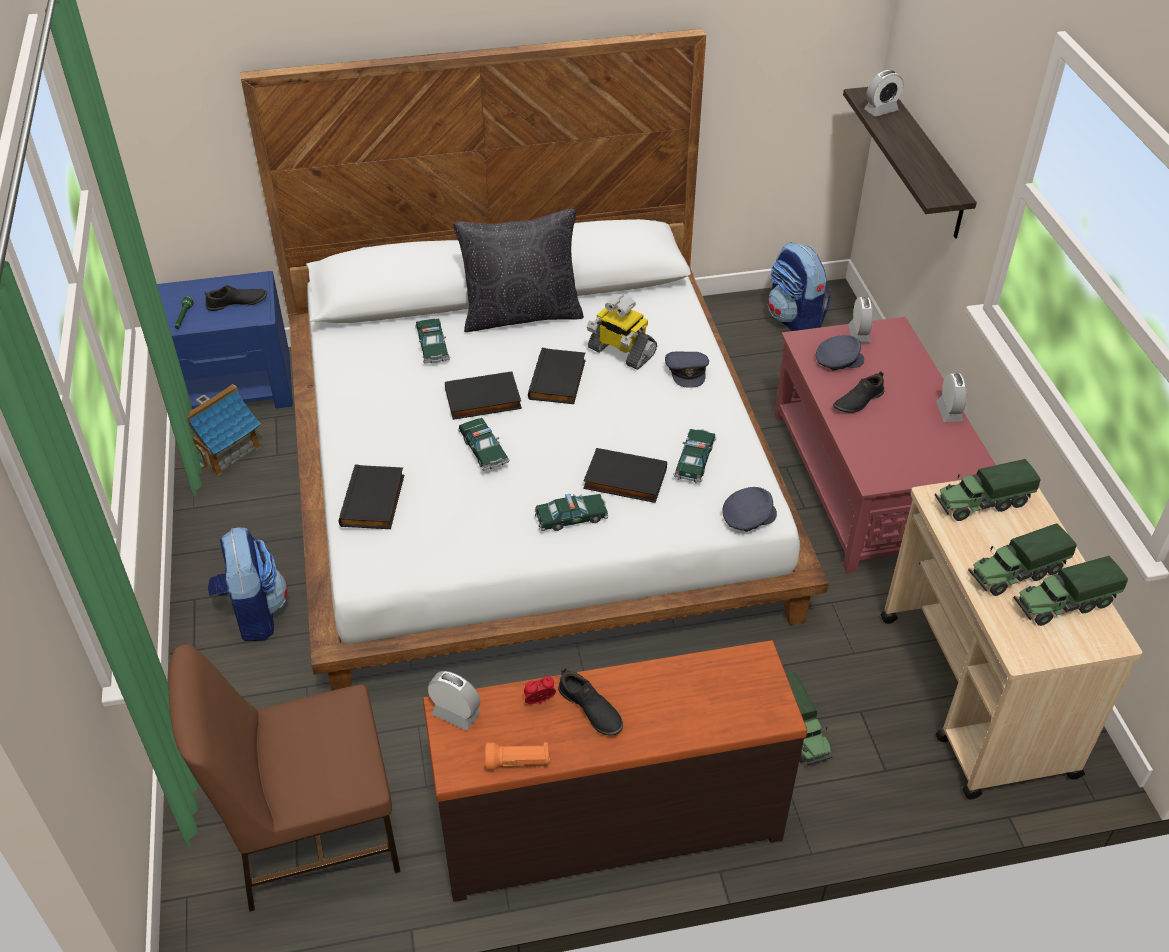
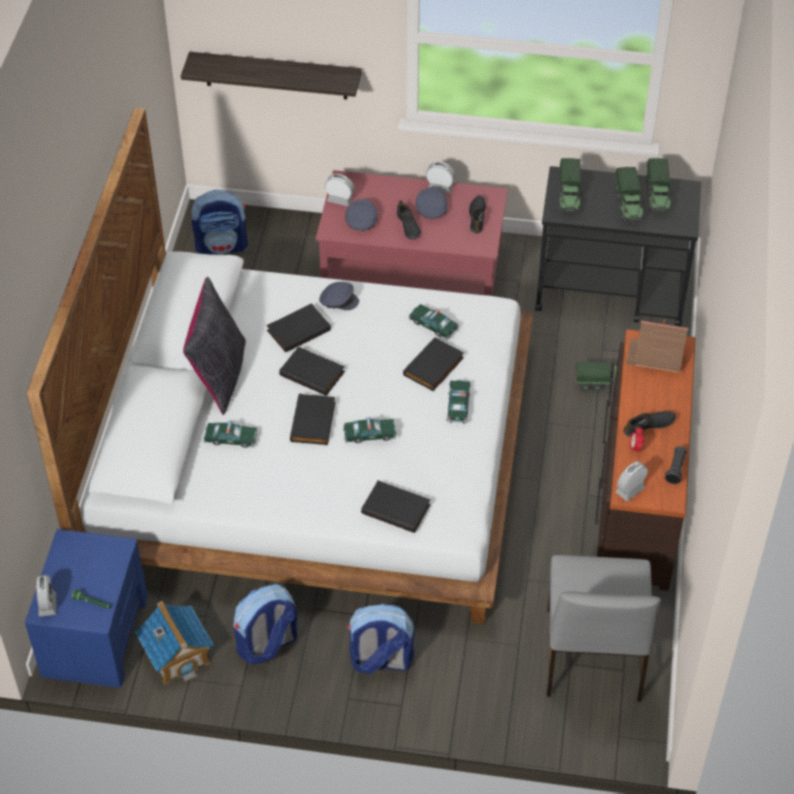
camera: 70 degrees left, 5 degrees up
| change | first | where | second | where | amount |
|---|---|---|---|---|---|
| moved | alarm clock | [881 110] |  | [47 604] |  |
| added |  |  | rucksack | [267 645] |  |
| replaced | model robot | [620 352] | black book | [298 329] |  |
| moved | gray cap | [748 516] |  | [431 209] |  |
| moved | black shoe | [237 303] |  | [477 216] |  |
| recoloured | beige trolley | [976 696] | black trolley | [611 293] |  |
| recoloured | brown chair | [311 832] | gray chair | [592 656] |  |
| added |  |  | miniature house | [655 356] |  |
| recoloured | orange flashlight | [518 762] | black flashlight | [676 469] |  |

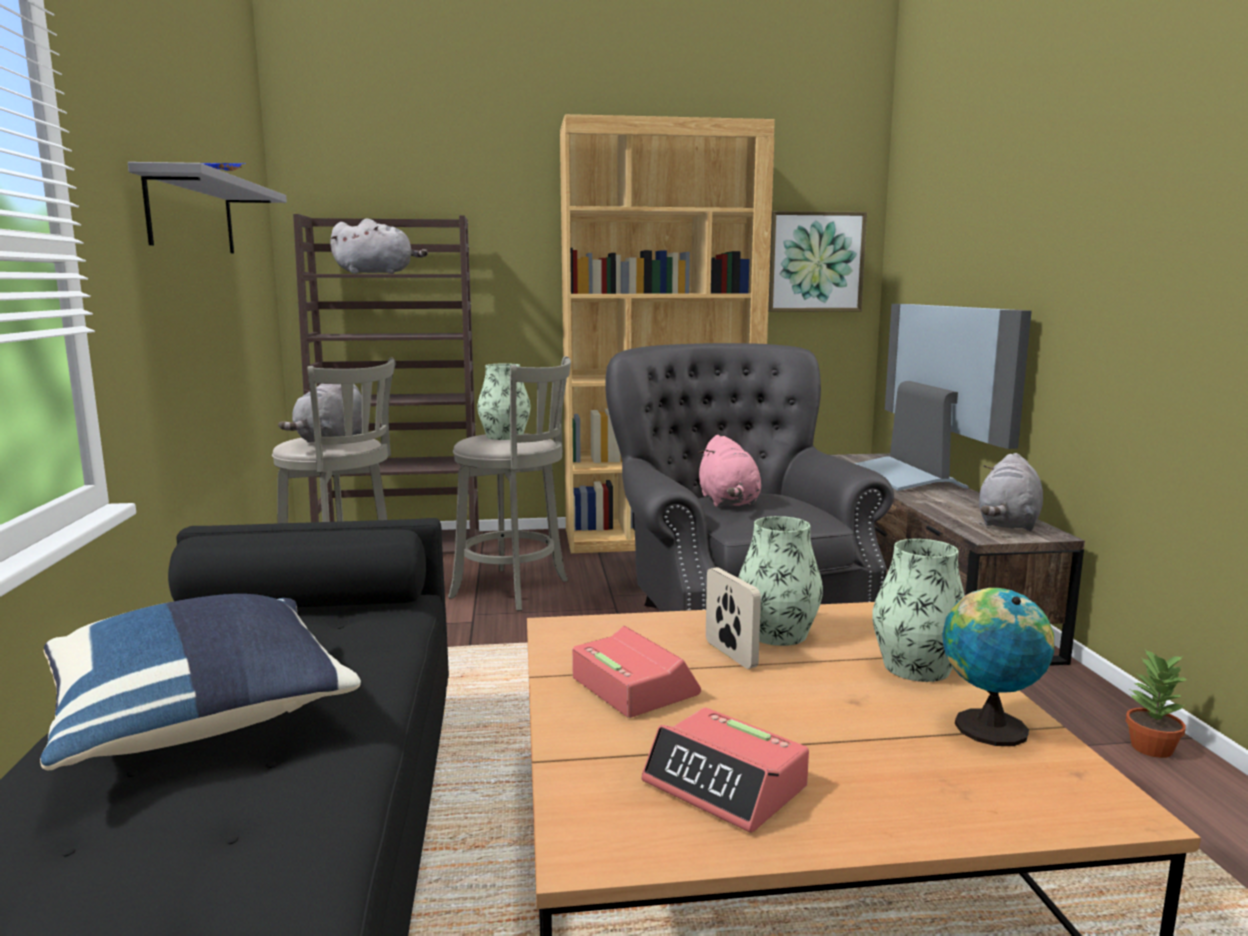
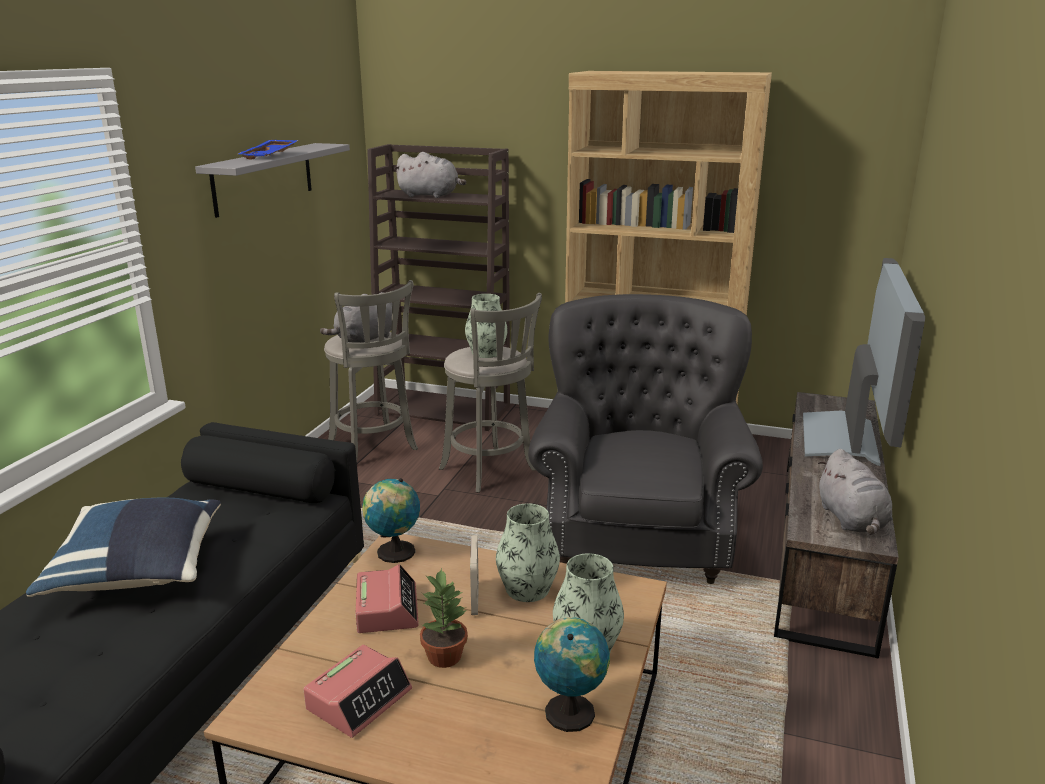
camera: 25 degrees right, 10 degrees up
| change | first | where | second | where | amount |
|---|---|---|---|---|---|
| turned | alarm clock | [726 785] |  | [359 699] | 120 degrees counterclockwise |
| added |  |  | globe | [393 553] |  |
| moved | potted plant | [1150 748] |  | [444 656] |  |
| turned | gray plush toy | [1008 524] |  | [852 520] | 60 degrees counterclockwise |
| removed | pinkish plush toy | [728 502] |  |  |  |
| removed | wall art | [815 262] |  |  |  |

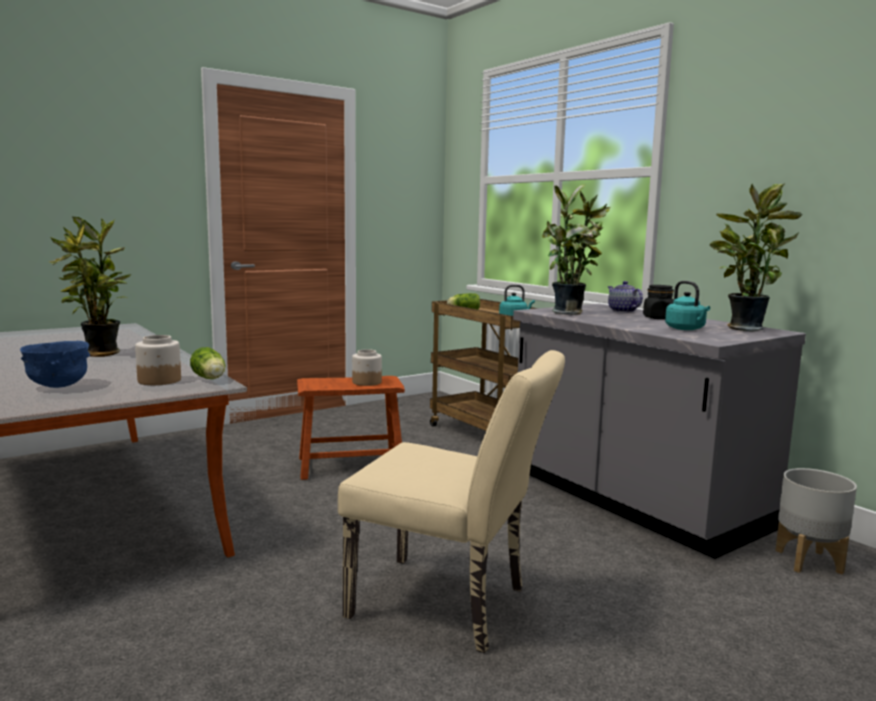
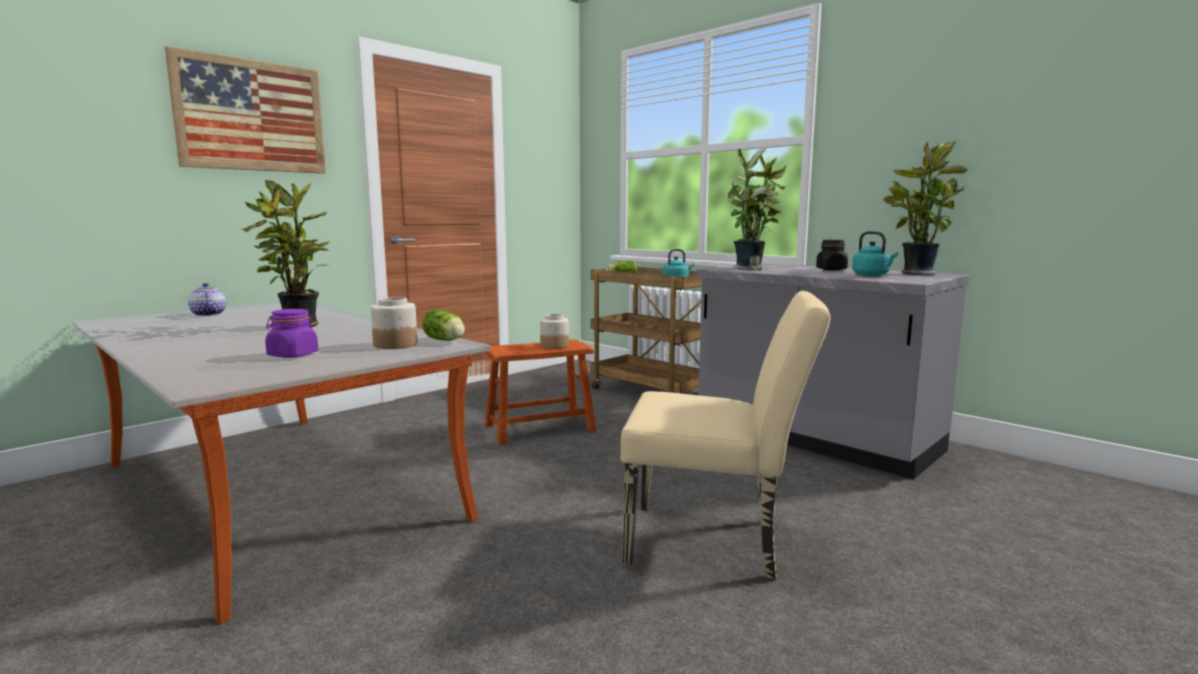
camera: 10 degrees left, 0 degrees up
| change | first | where | second | where | amount |
|---|---|---|---|---|---|
| added |  |  | wall art | [251 116] |  |
| moved | tea pot | [622 311] |  | [207 314] |  |
| replaced | bluish serving bowl | [58 386] | purple-coloured preserve jar | [293 355] |  |
| removed | gray plant pot | [808 561] |  |  |  |

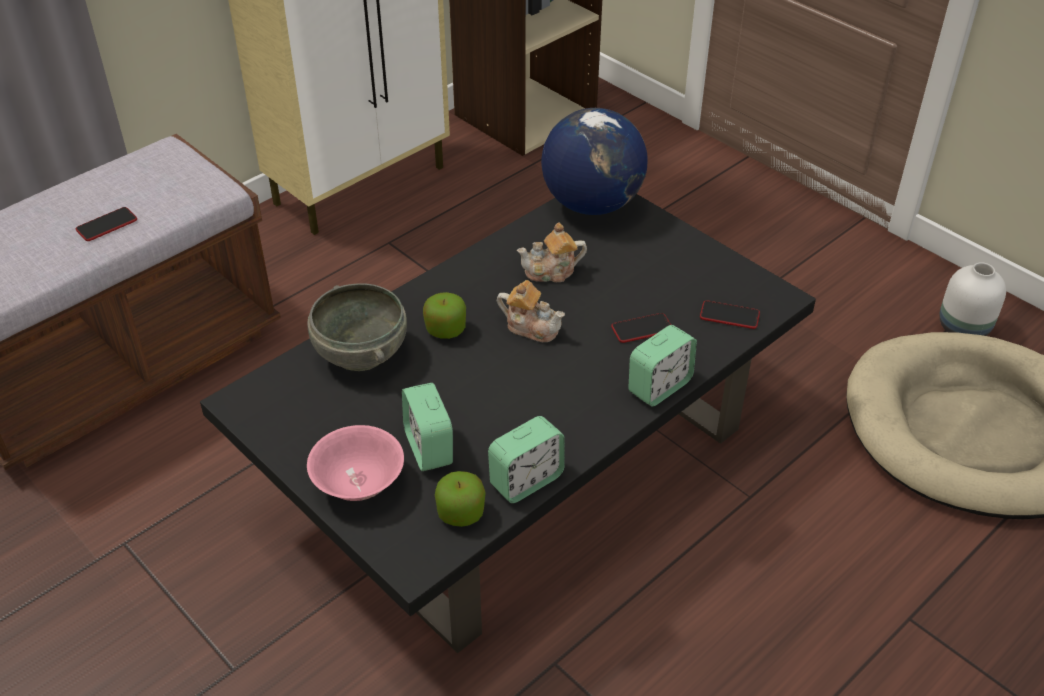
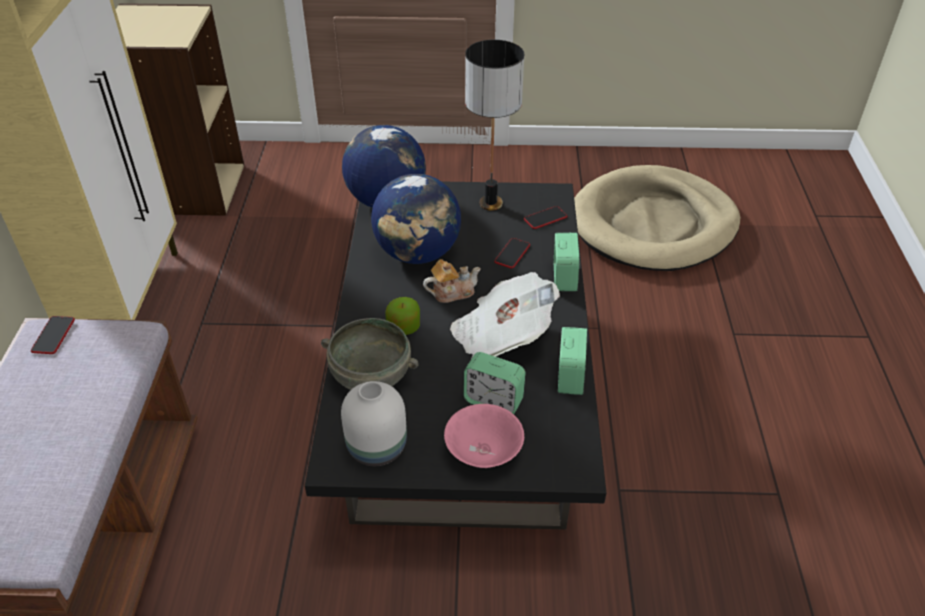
camera: 45 degrees left, 0 degrees up
| change | first | where | second | where | amount |
|---|---|---|---|---|---|
| moved | handset | [107 225] |  | [53 335] |  |
| moved | white-coloured flower vase | [963 328] |  | [377 449] |  |
| replaced | tea pot | [551 271] | globe | [418 253] |  |
| added |  |  | daily paper | [501 336] |  |
| added |  |  | table lamp | [490 203] |  |
| removed | whole apple | [461 513] |  |  |  |

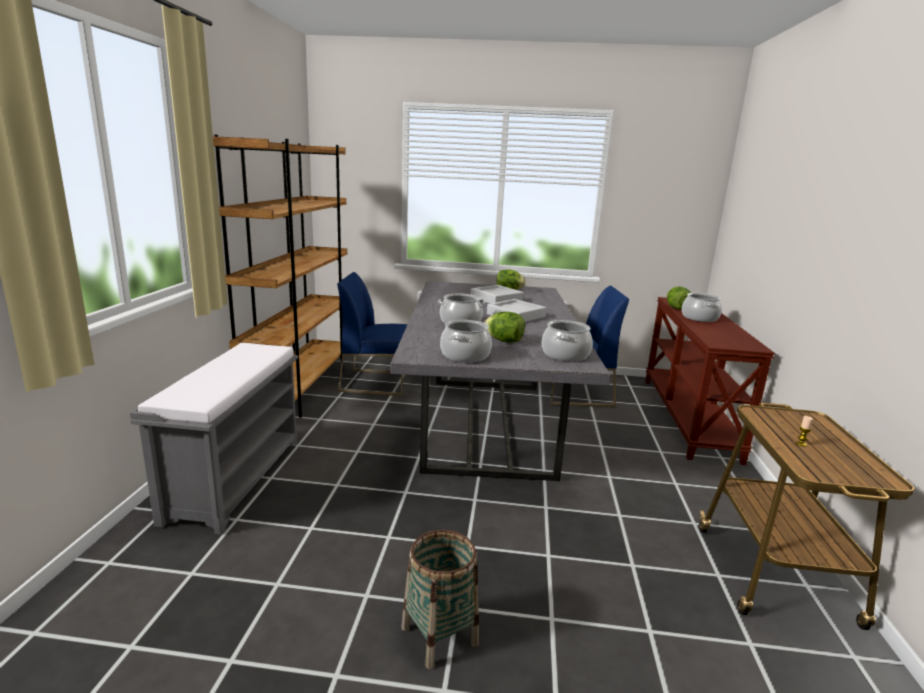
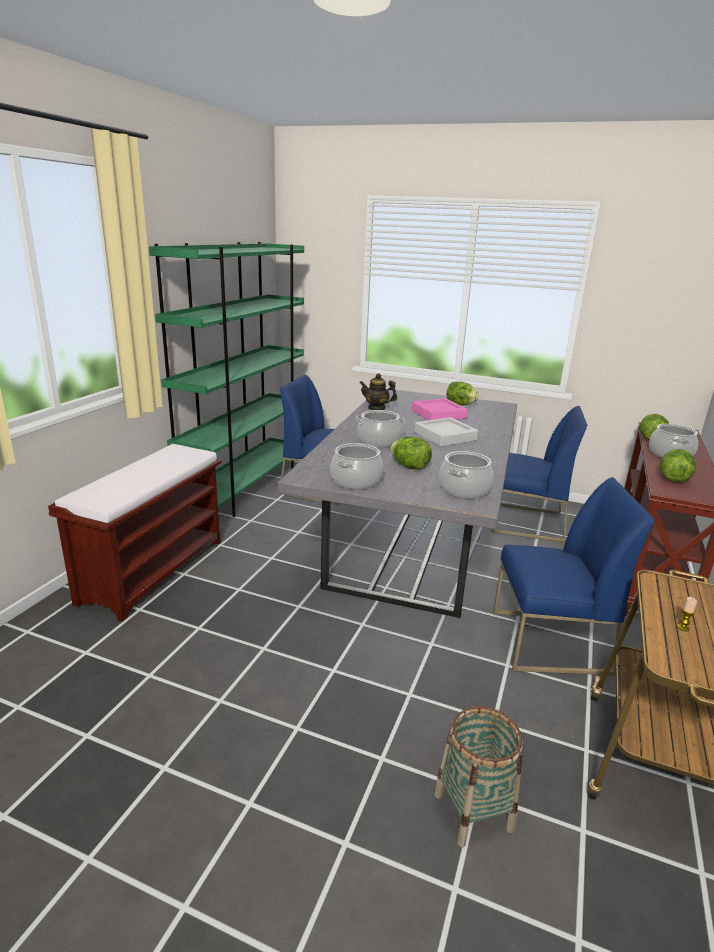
camera: 15 degrees right, 5 degrees up
| change | first | where | second | where | amount |
|---|---|---|---|---|---|
| recoloured | gray bench | [235 478] | brown bench | [154 570] |  |
| recoloured | brown bookcase | [300 389] | greenish bookcase | [245 488] |  |
| added |  |  | tea pot | [376 408] |  |
| recoloured | gray serving tray | [496 299] | pinkish serving tray | [438 414] |  |
| moved | household basket | [439 636] |  | [473 812] |  |
| added |  |  | bluish chair | [549 642] |  |
| added |  |  | head of lettuce | [673 479] |  |

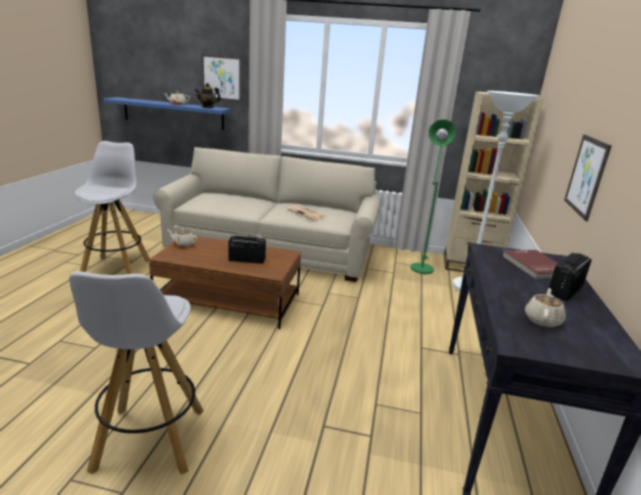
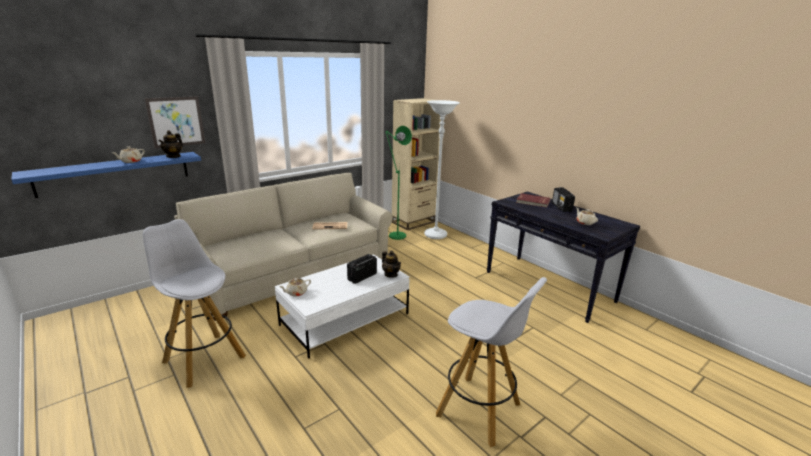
camera: 50 degrees left, 0 degrees up
| change | first | where | second | where | amount |
|---|---|---|---|---|---|
| recoloured | brown lounge table | [229 300] | white-coloured lounge table | [345 319] |  |
| added |  |  | tea pot | [391 274] |  |
| removed | wall art | [586 176] |  |  |  |

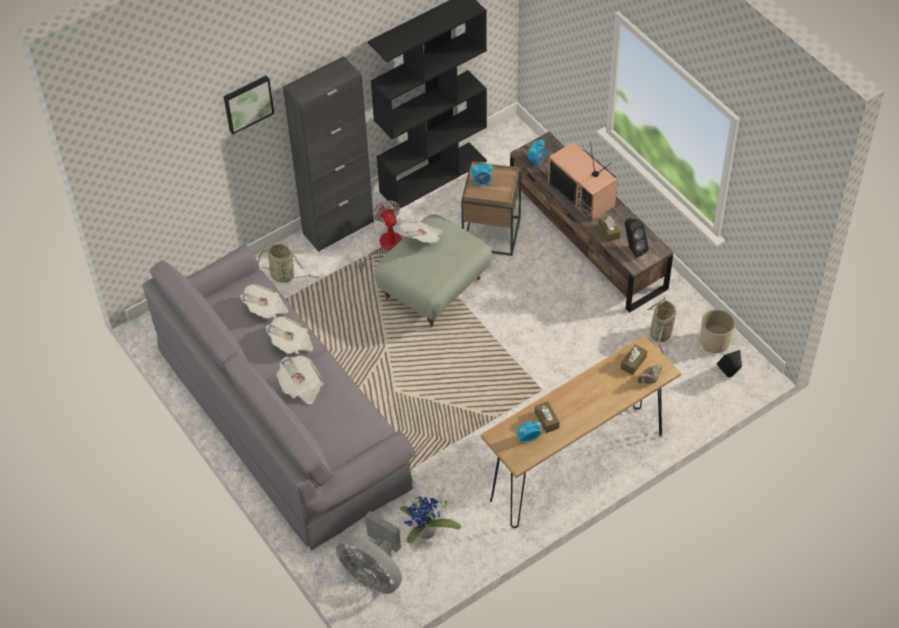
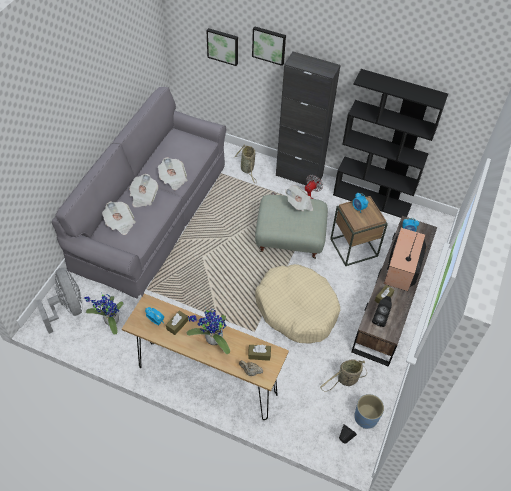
camera: 55 degrees right, 0 degrees up
| change | first | where | second | where | amount |
|---|---|---|---|---|---|
| turned | gray cooling fan | [374 573] |  | [67 309] | 150 degrees clockwise |
| moved | daily paper | [266 309] |  | [120 223] |  |
| added |  |  | potted plant | [212 340] |  |
| added |  |  | wall art | [223 46] |  |
| added |  |  | beige dog bed | [296 309] |  |
| recoloured | beige plant pot | [715 342] | bluish plant pot | [366 418] |  |

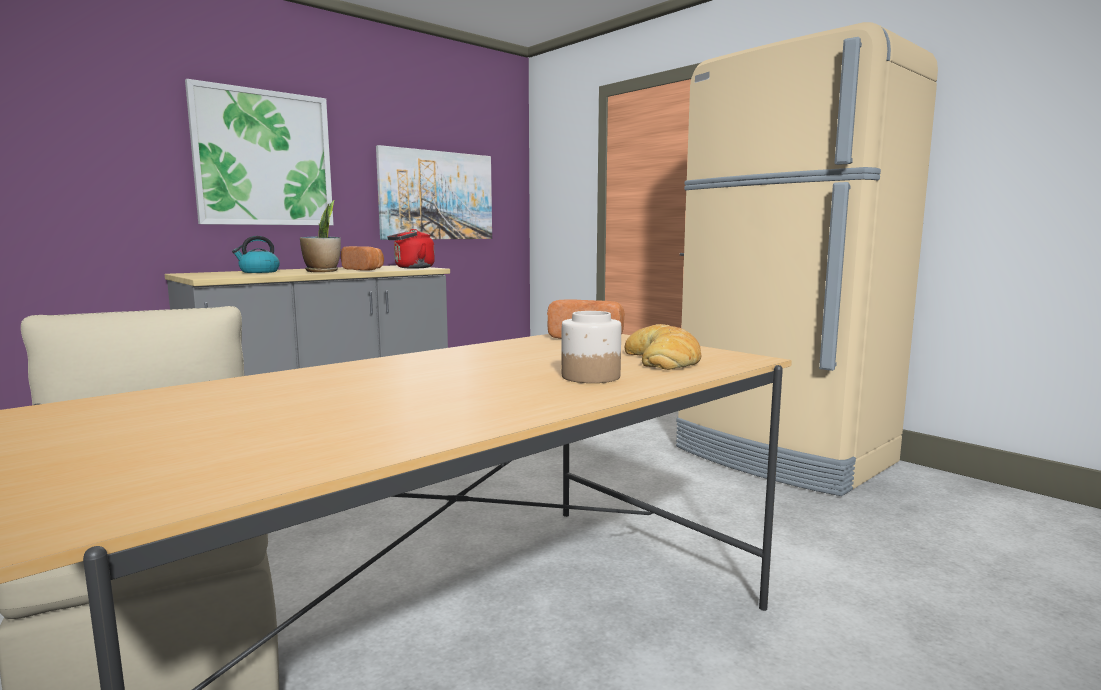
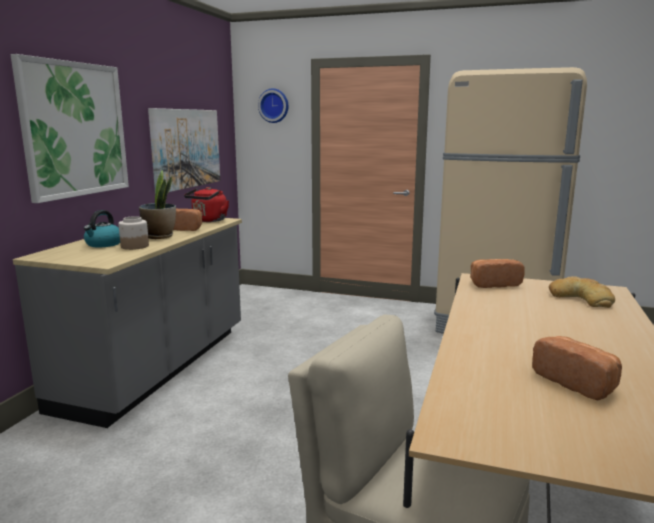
camera: 30 degrees left, 5 degrees up
| change | first | where | second | where | amount |
|---|---|---|---|---|---|
| moved | preserve jar | [590 376] |  | [134 246] |  |
| added |  |  | clock on the wall | [274 105] |  |
| added |  |  | baked bread | [577 382] |  |

